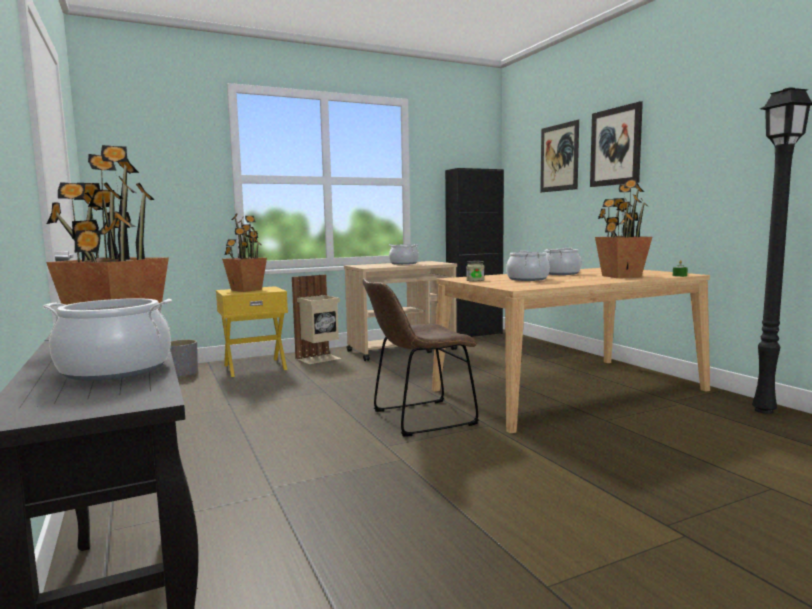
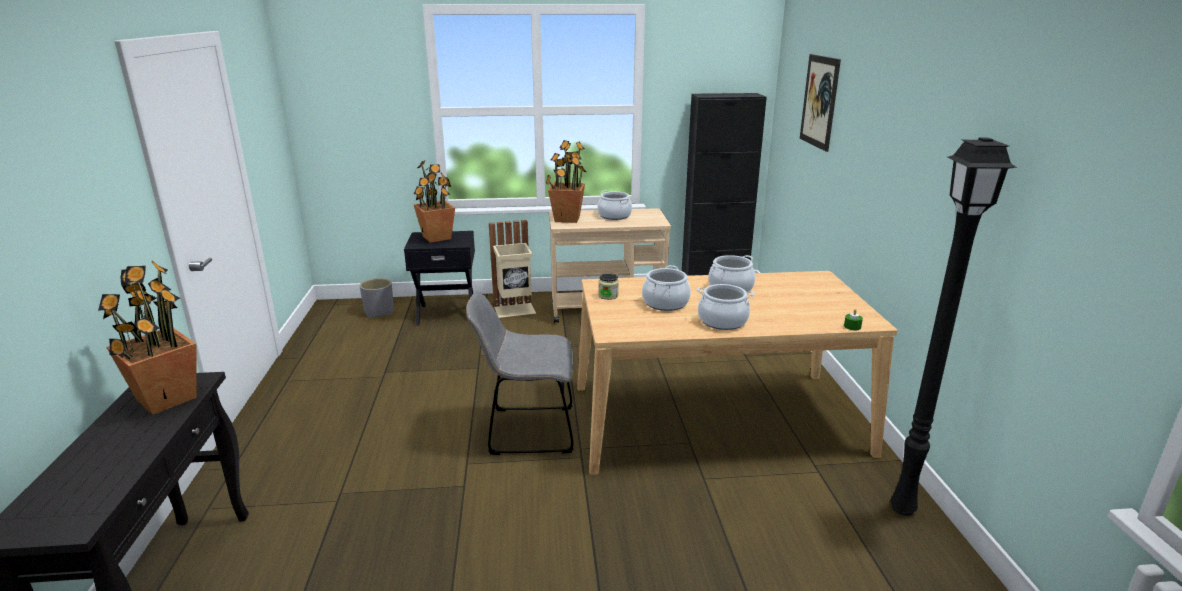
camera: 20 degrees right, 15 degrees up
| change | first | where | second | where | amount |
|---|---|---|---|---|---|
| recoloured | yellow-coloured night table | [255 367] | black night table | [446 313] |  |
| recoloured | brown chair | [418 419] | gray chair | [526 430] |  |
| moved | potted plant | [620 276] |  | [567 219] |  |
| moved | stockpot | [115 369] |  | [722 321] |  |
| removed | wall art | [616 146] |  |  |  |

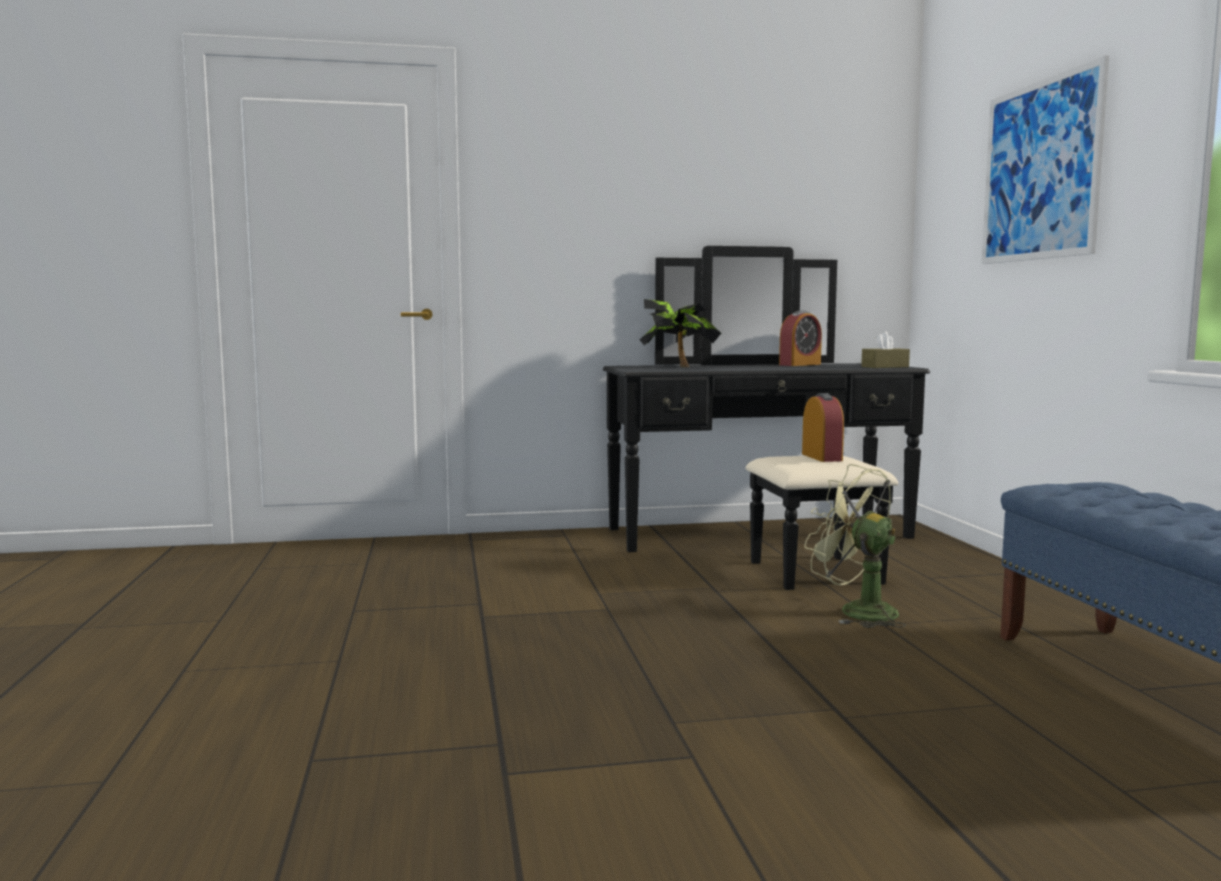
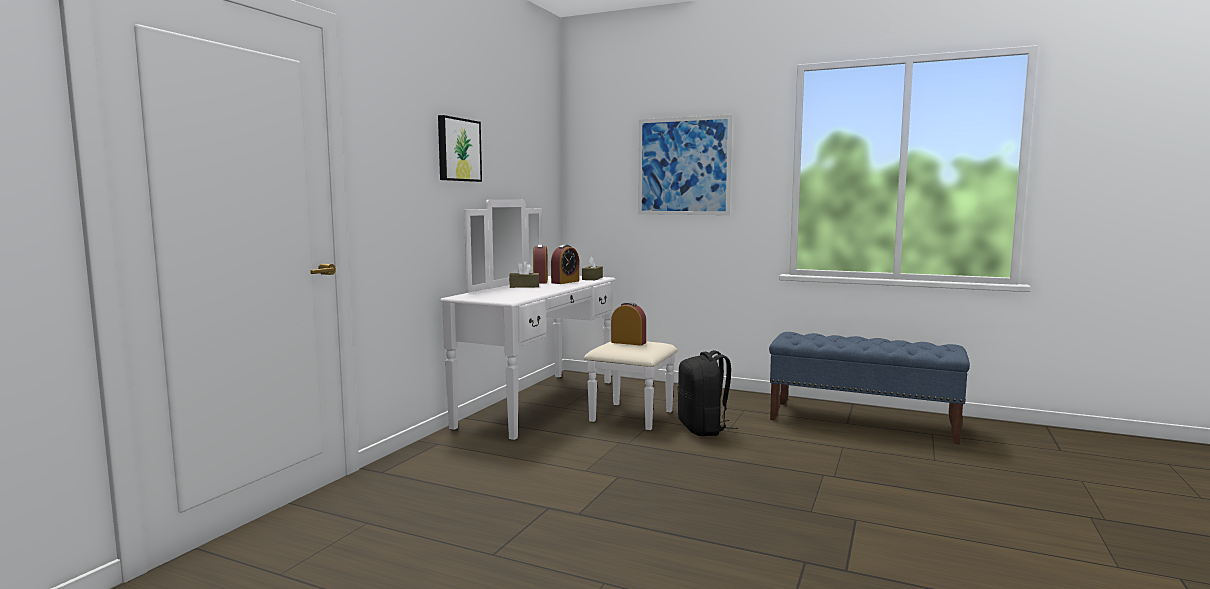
camera: 55 degrees left, 0 degrees up
| change | first | where | second | where | amount |
|---|---|---|---|---|---|
| added |  |  | wall art | [458 150] |  |
| recoloured | black chest of drawers | [771 541] | white-coloured chest of drawers | [560 405] |  |
| added |  |  | brown tissue holder | [524 286] |  |
| added |  |  | alarm clock | [565 282] |  |
| replaced | greenish cooling fan | [856 611] | black rucksack | [703 429] |  |
| removed | potted plant | [678 366] |  |  |  |

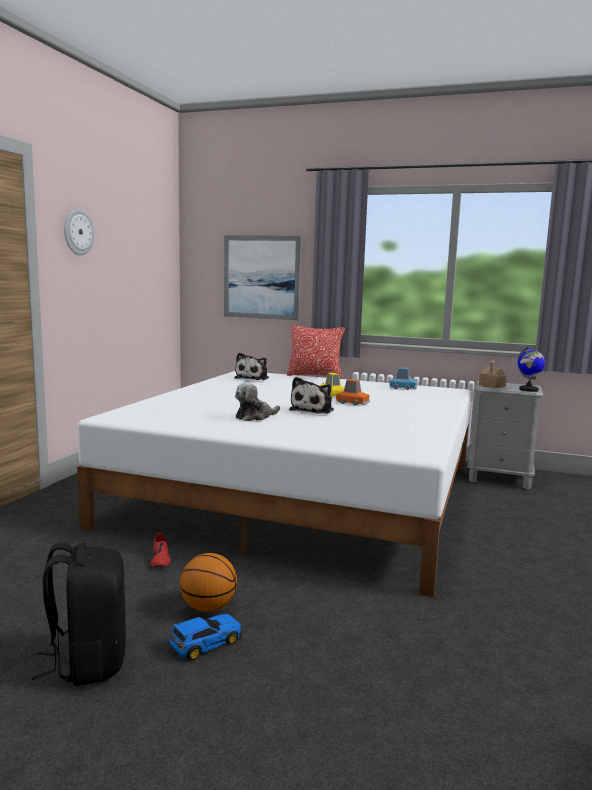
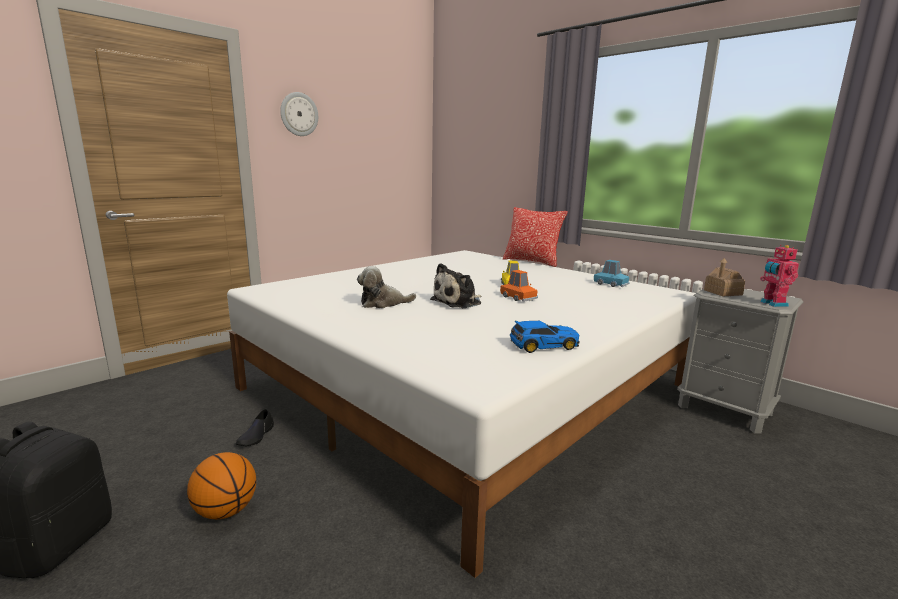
camera: 25 degrees right, 5 degrees up
| change | first | where | second | where | amount |
|---|---|---|---|---|---|
| recoloured | red-coloured shoe | [160 559] | black shoe | [256 436] |  |
| moved | miniature car | [204 643] |  | [542 345] |  |
| replaced | globe | [528 390] | model robot | [772 304] |  |
| removed | wall art | [261 277] |  |  |  |
| removed | plush toy | [253 378] |  |  |  |

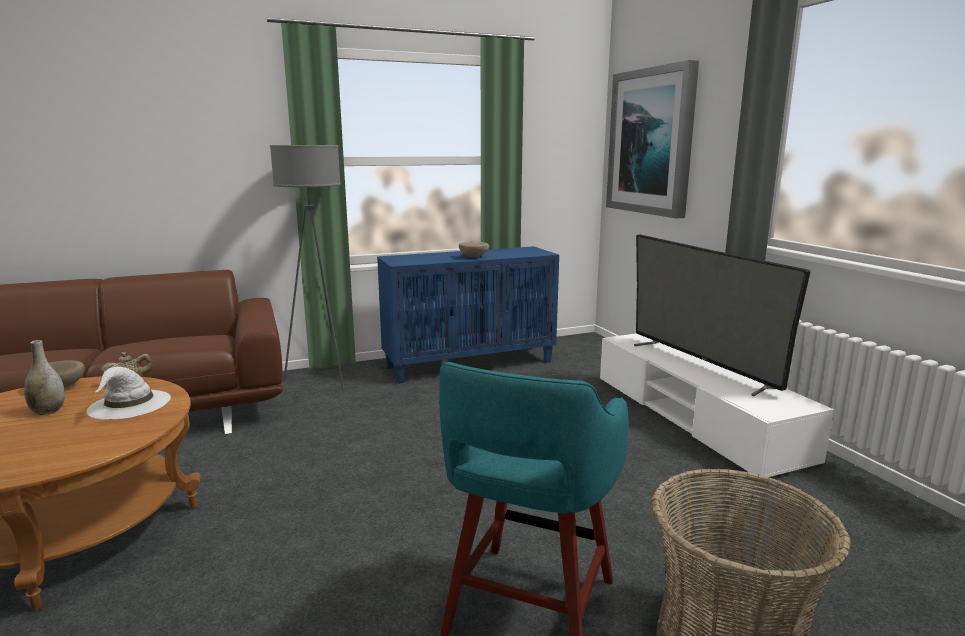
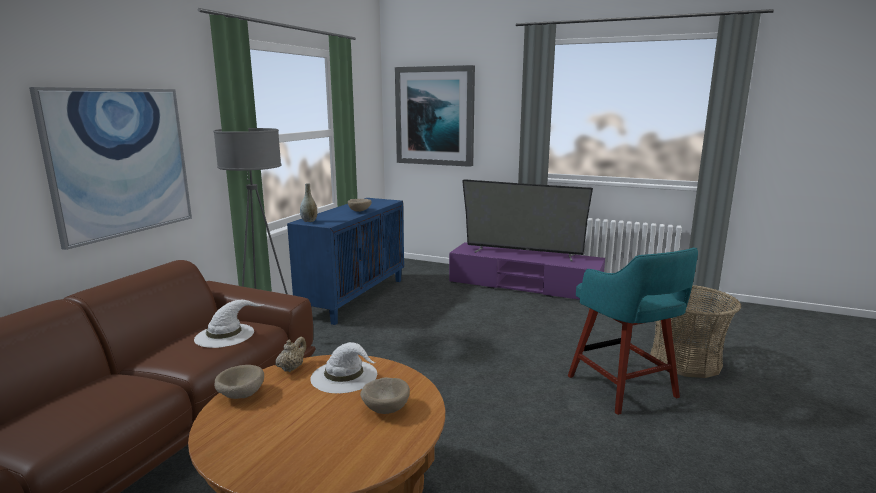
camera: 45 degrees left, 0 degrees up
| change | first | where | second | where | amount |
|---|---|---|---|---|---|
| added |  |  | wall art | [120 162] |  |
| added |  |  | white-coloured clothing hat | [225 335] |  |
| moved | gray flower vase | [48 411] |  | [309 221] |  |
| added |  |  | beige serving bowl | [386 408] |  |
| recoloured | white-coloured tv unit | [694 417] | purple-coloured tv unit | [524 286] |  |

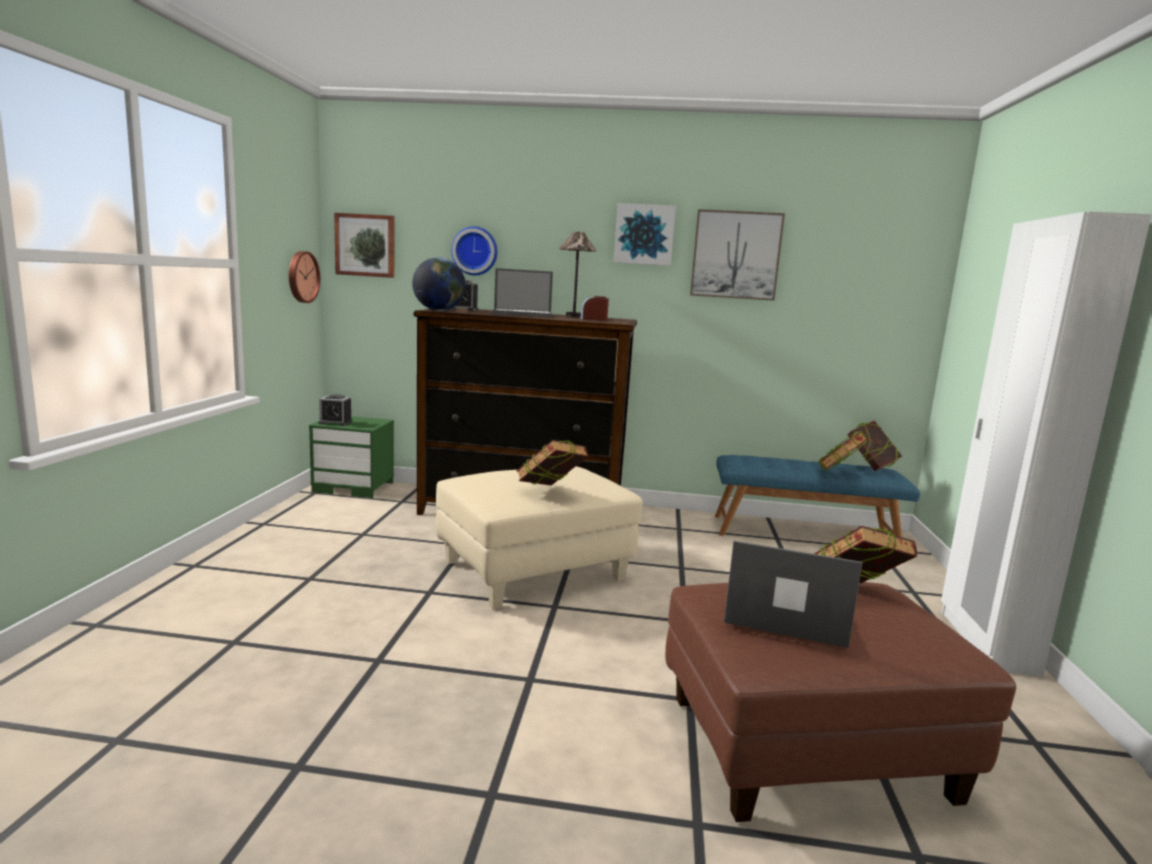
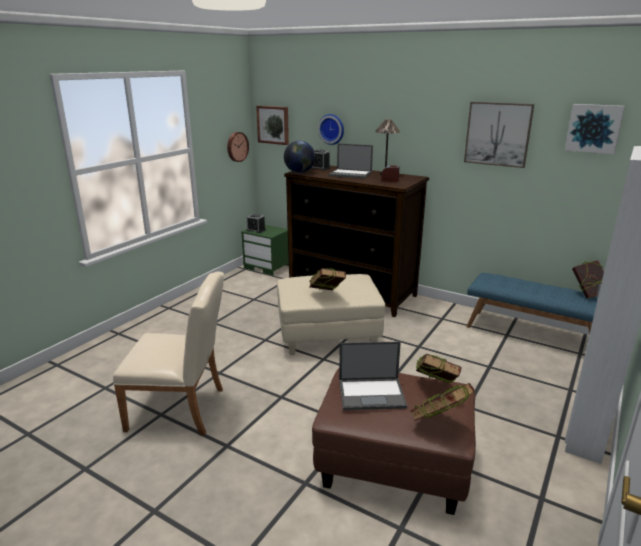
camera: 25 degrees right, 10 degrees up
| change | first | where | second | where | amount |
|---|---|---|---|---|---|
| added |  |  | beige chair | [183 409] |  |
| turned | laptop | [783 614] |  | [372 393] | 135 degrees clockwise |
| moved | book | [838 473] |  | [439 423] |  |
| moved | wall art | [644 235] |  | [594 128] |  |

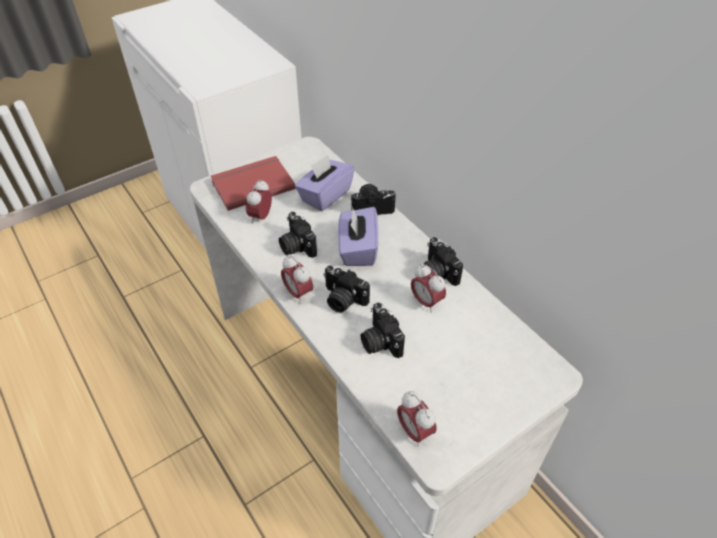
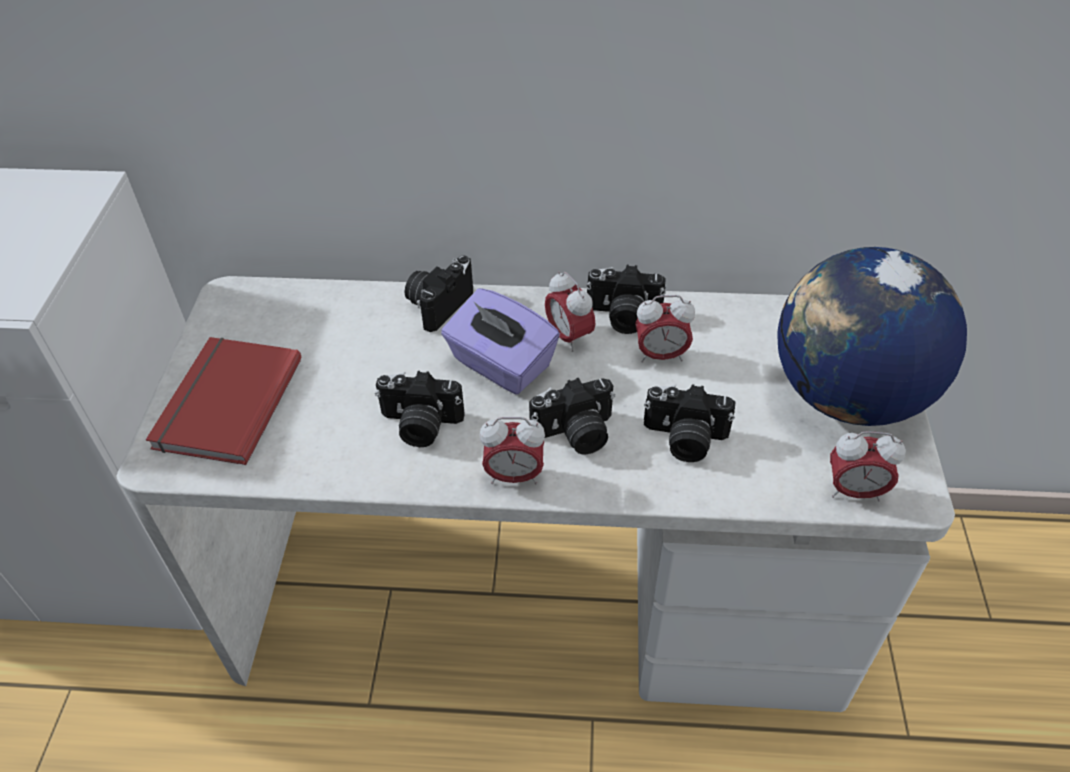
camera: 50 degrees left, 0 degrees up
| change | first | where | second | where | amount |
|---|---|---|---|---|---|
| moved | alarm clock | [261 217] |  | [569 337] |  |
| added |  |  | globe | [847 396] |  |
| removed | purple-coloured tissue holder | [325 195] |  |  |  |

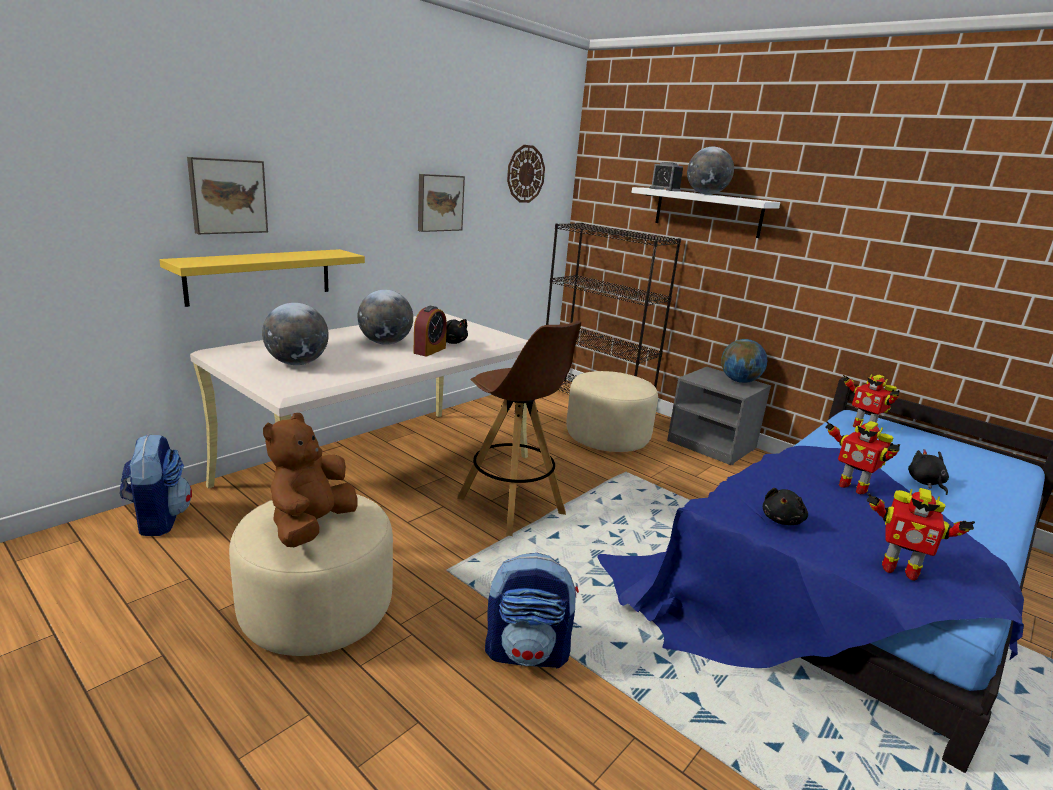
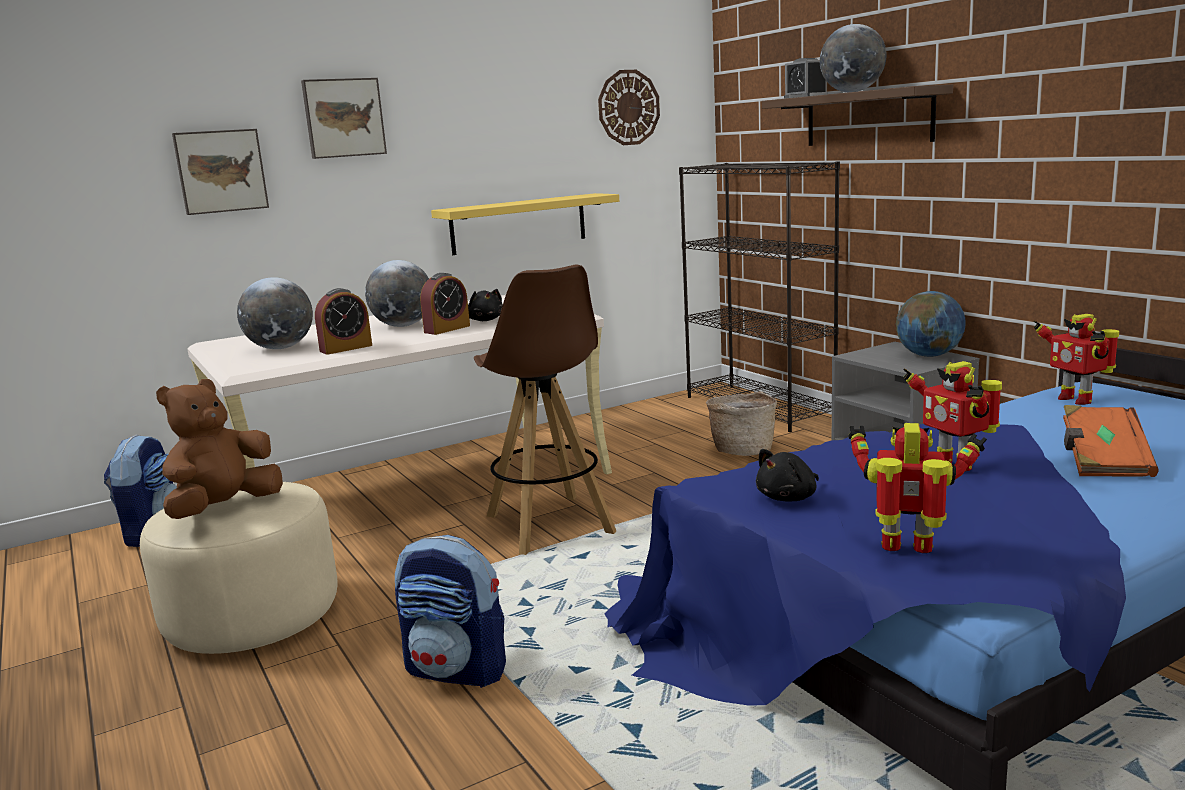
camera: 20 degrees right, 5 degrees down
| change | first | where | second | where | amount |
|---|---|---|---|---|---|
| moved | wall art | [439 202] |  | [343 118] |  |
| added |  |  | alarm clock | [346 348] |  |
| moved | yellow-coloured shelf | [260 276] |  | [519 224] |  |
| replaced | beige ottoman | [607 438] | household basket | [742 450] |  |
| recoloured | white-coloured shelf | [707 212] | brown shelf | [868 118] |  |
| turned | model robot | [898 569] |  | [909 549] | 150 degrees clockwise |
| replaced | black plush toy | [926 483] | orange book | [1103 461] |  |

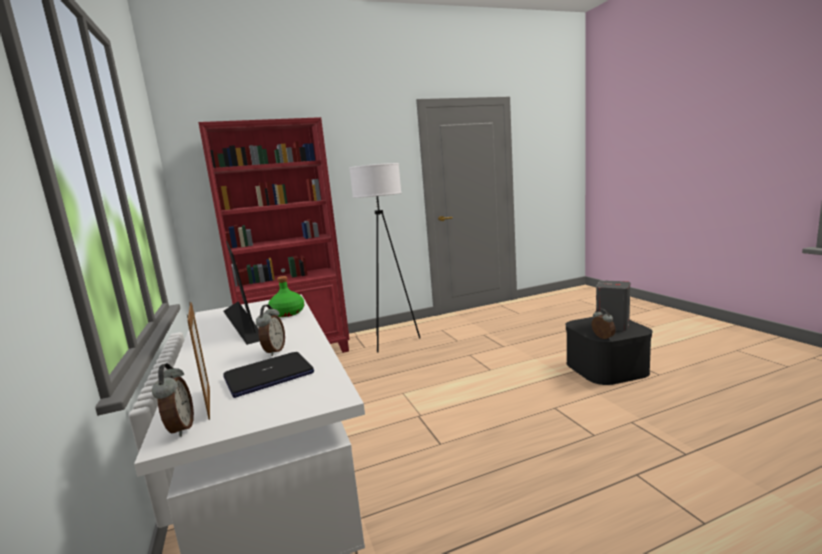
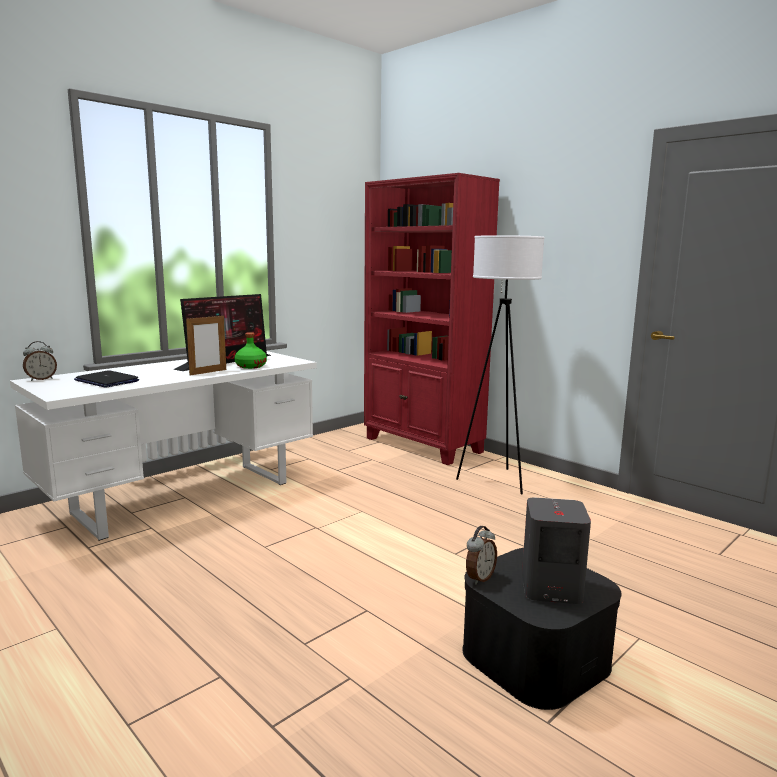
camera: 65 degrees right, 0 degrees up
| change | first | where | second | where | amount |
|---|---|---|---|---|---|
| moved | picture frame | [209 402] |  | [208 372] |  |
| removed | alarm clock | [274 351] |  |  |  |

